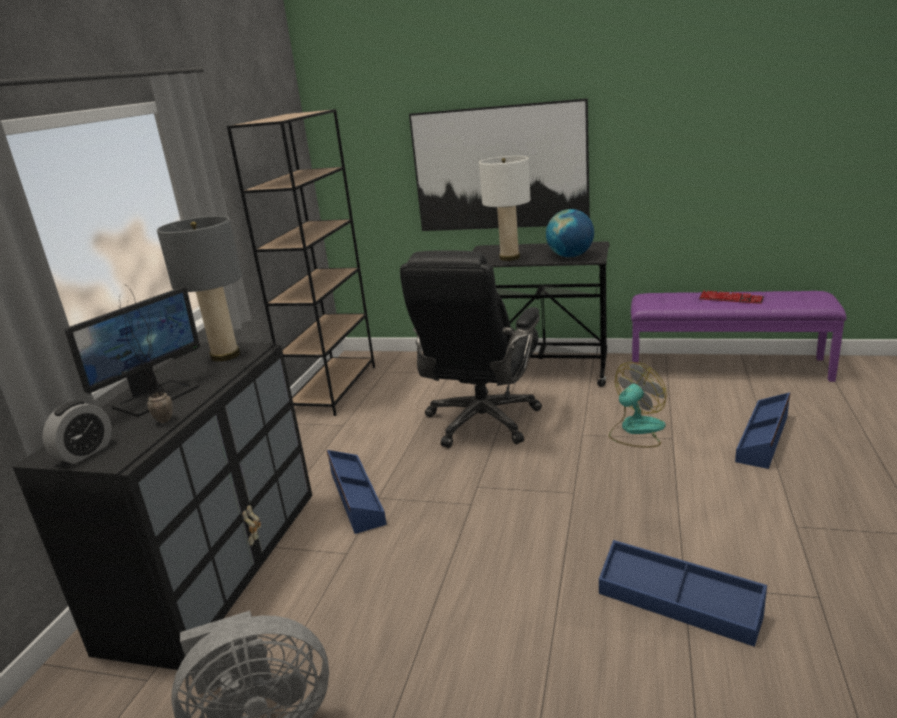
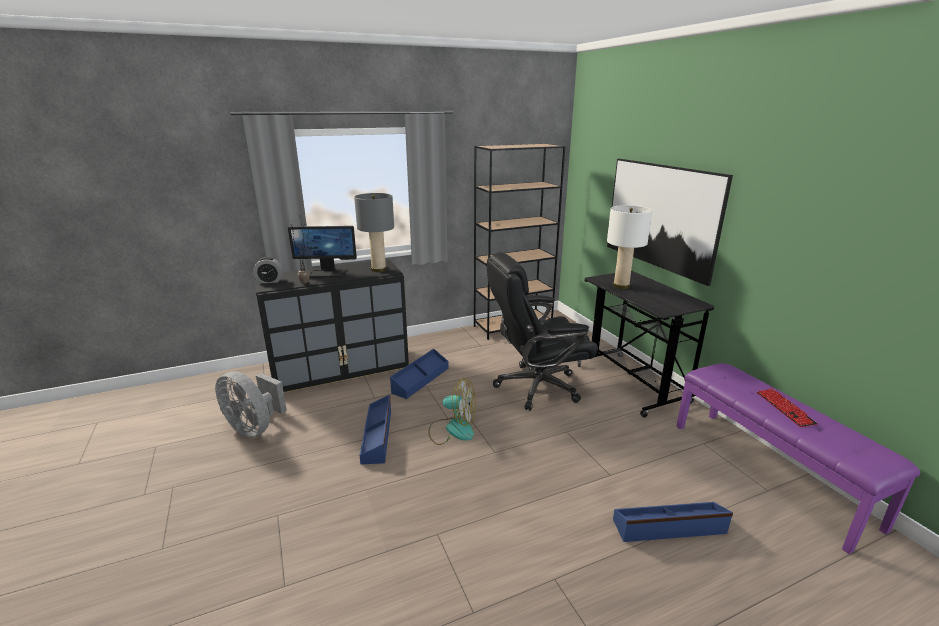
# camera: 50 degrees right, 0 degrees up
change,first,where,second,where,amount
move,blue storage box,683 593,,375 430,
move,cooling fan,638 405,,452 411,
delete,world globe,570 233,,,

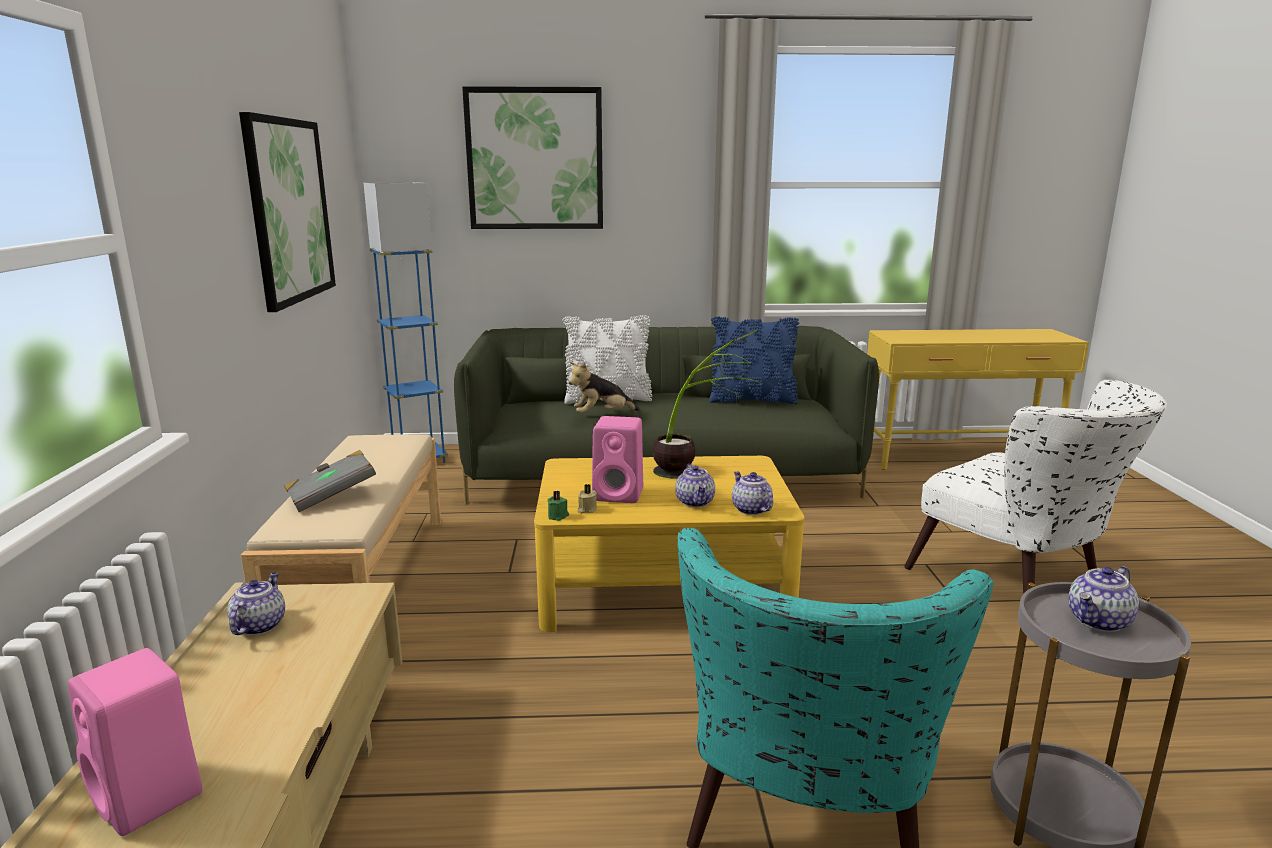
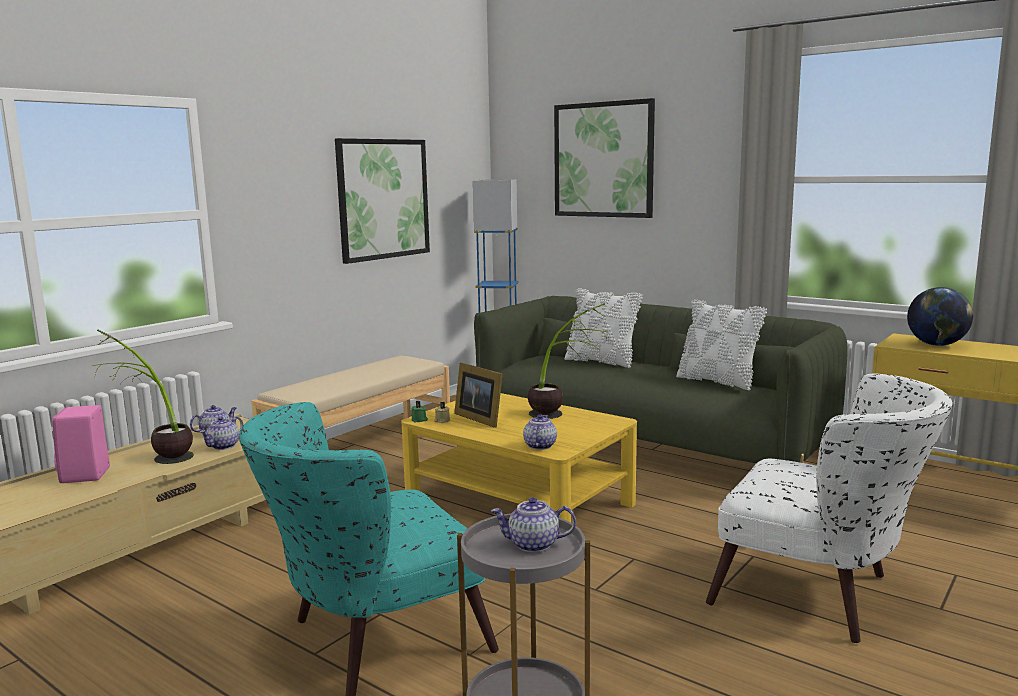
# camera: 40 degrees right, 5 degrees down
change,first,where,second,where,amount
insert,,,potted plant,143 397,
move,tea pot,695 485,,221 433,
replace,pink-coloured loudspeaker,617 459,photo frame,478 395,
recolor,blue cushion,754 360,white-coloured cushion,721 345,
rotate,white-coloured lounge chair,1035 487,,829 508,60 degrees counterclockwise
insert,,,world globe,940 316,
delete,gray bound book,330 481,,,
delete,cuddly toy,604 387,,,

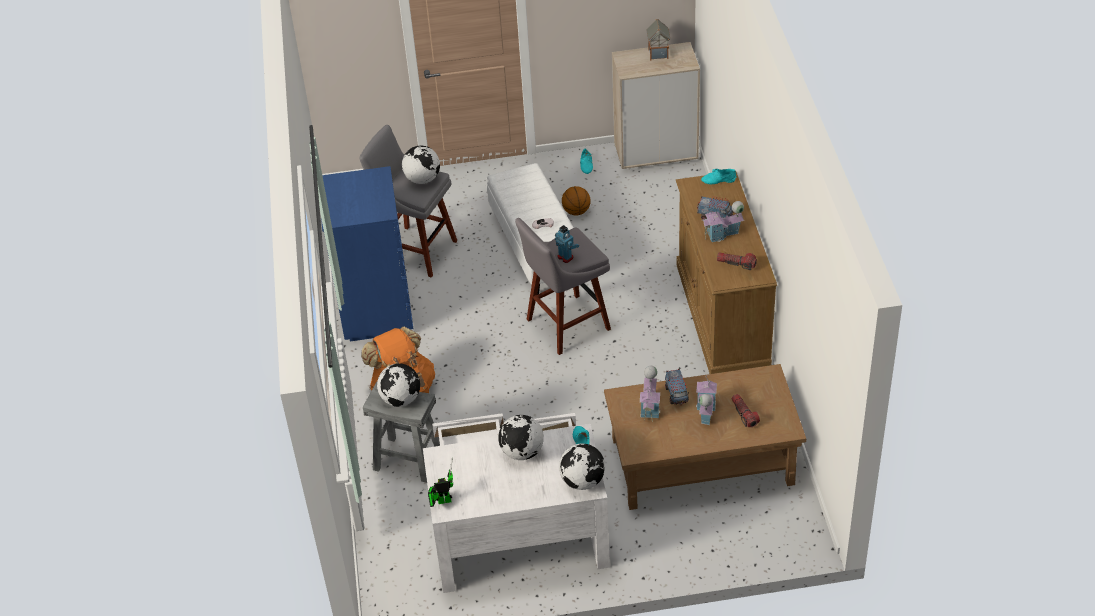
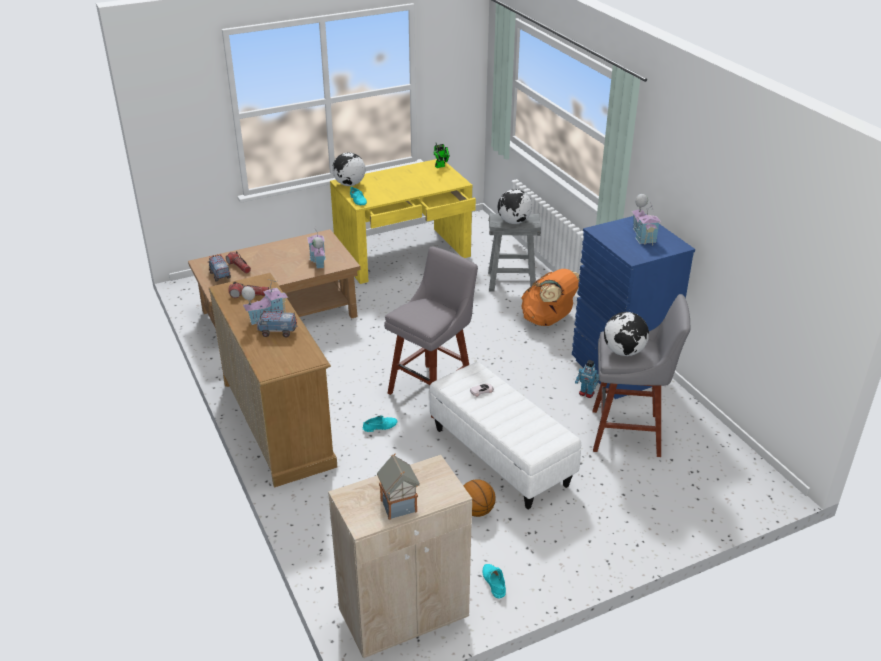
# camera: 160 degrees right, 10 degrees down
change,first,where,second,where,amount
move,toy truck,677 387,,219 267,
recolor,white-coloured desk unit,516 503,yellowish desk unit,403 221,
move,turquoise-coloured low shoe,718 176,,380 423,
move,toy robot,567 244,,587 379,
move,toy house,706 400,,646 220,
delete,world globe,521 437,,,

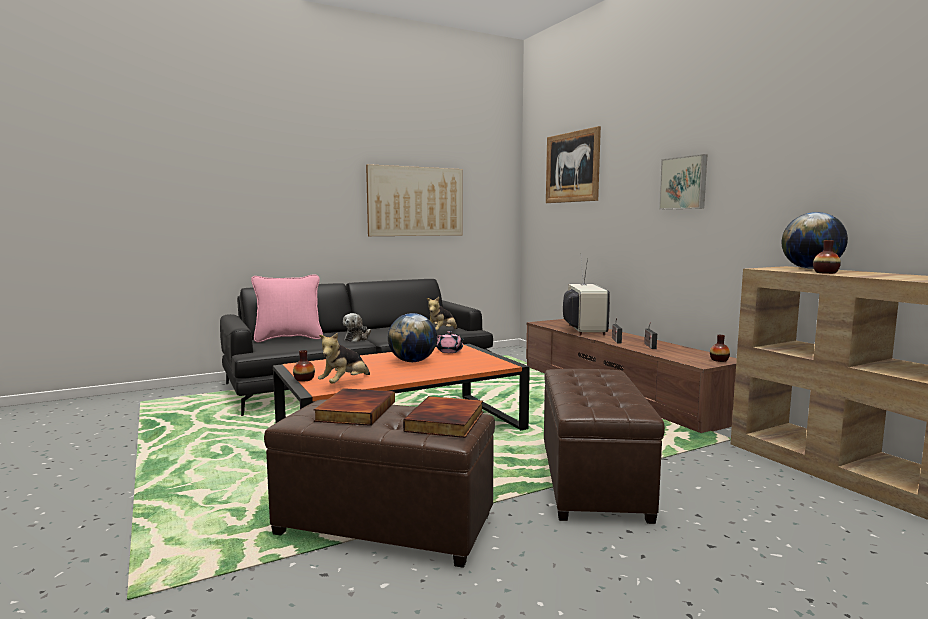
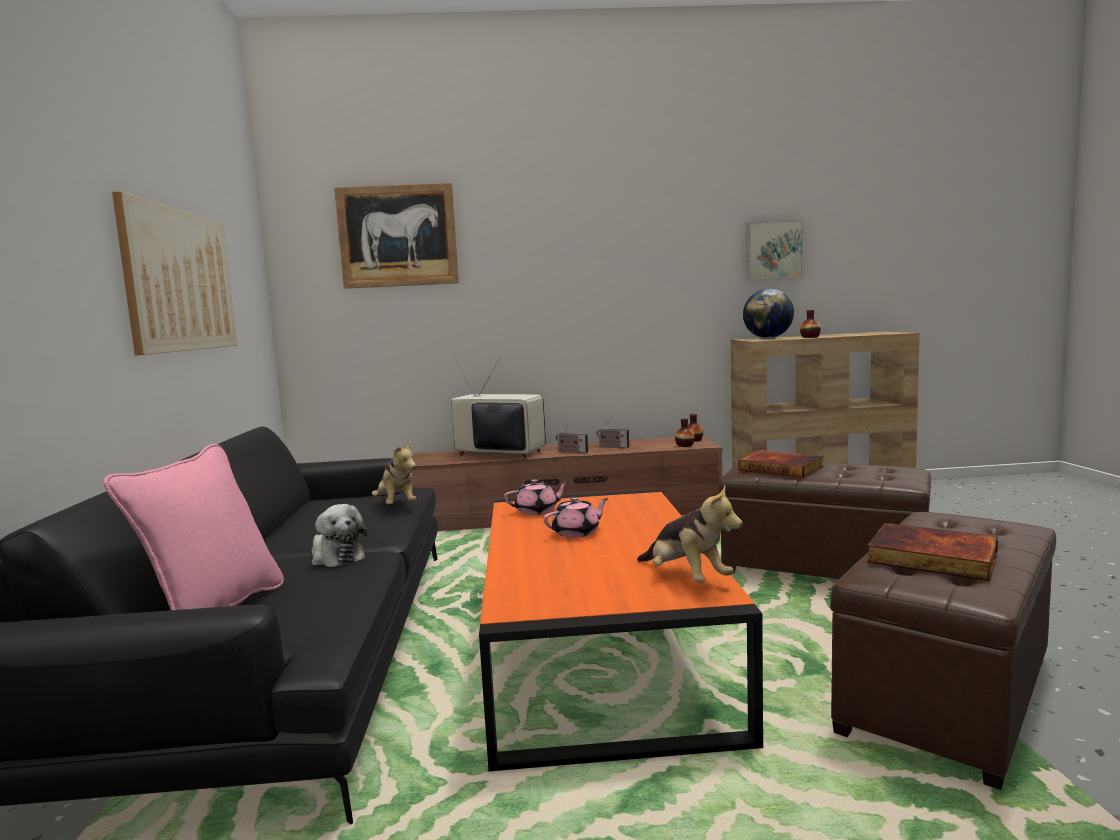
# camera: 65 degrees left, 0 degrees up
change,first,where,second,where,amount
replace,world globe,412 337,pink-coloured tea pot,576 517,
move,flower vase,304 366,,685 433,
move,bound book,443 417,,781 464,
move,wall art,683 182,,775 250,

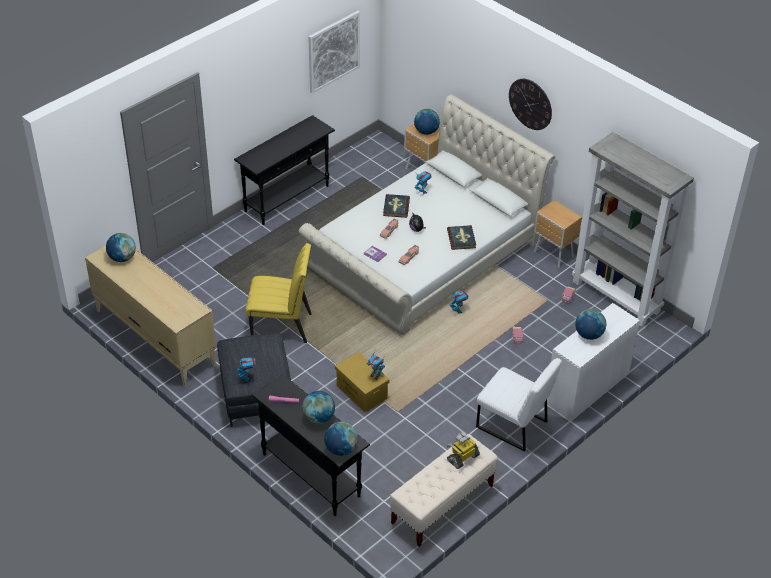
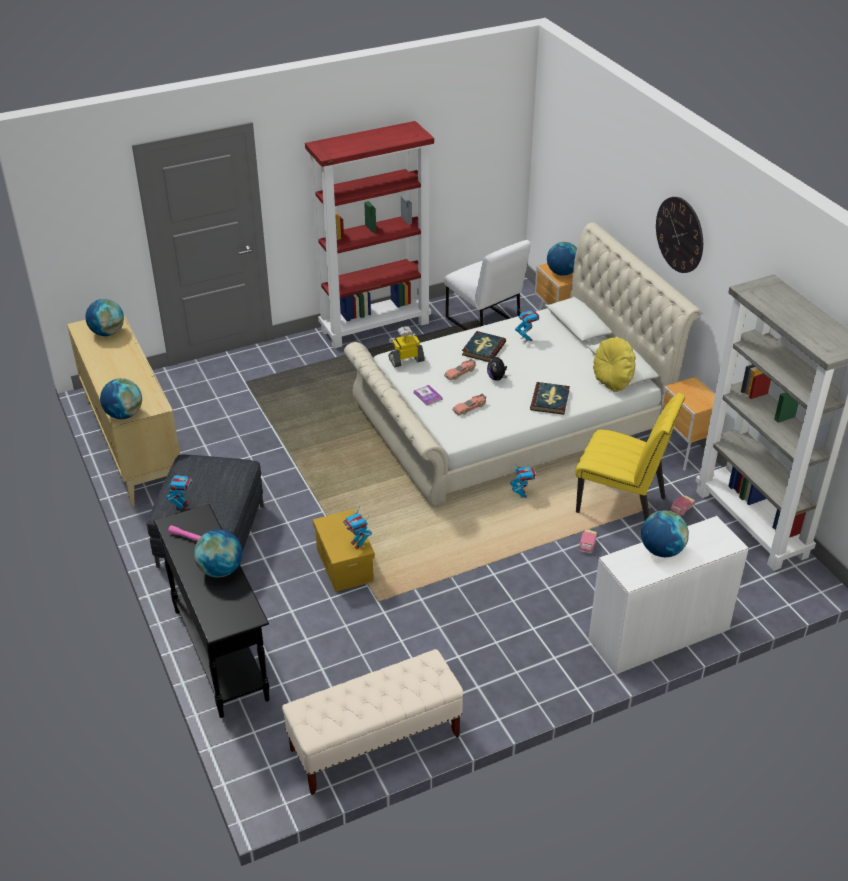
# camera: 20 degrees right, 5 degrees down
change,first,where,second,where,amount
move,world globe,341 439,,121 398,
replace,blackish narrow table,284 170,red-coloured bookshelf,369 234,
move,toy robot,463 450,,407 346,
move,white-coloured plain chair,519 404,,487 285,
move,yellowish plain chair,279 293,,630 456,
insert,,,yellowish cushion,614 364,
delete,wall art,334 52,,,

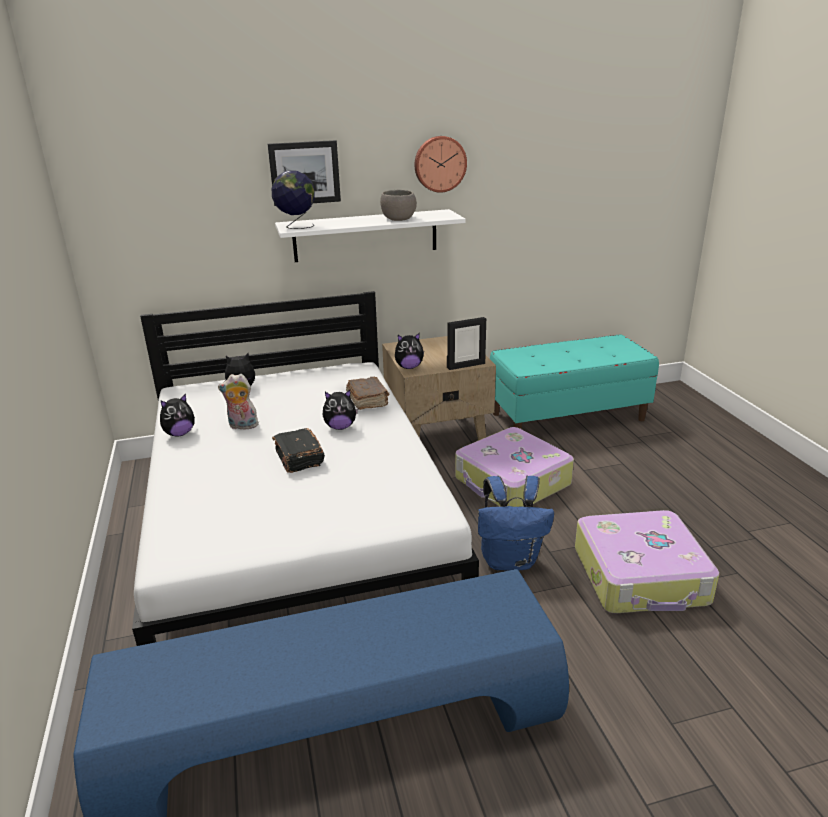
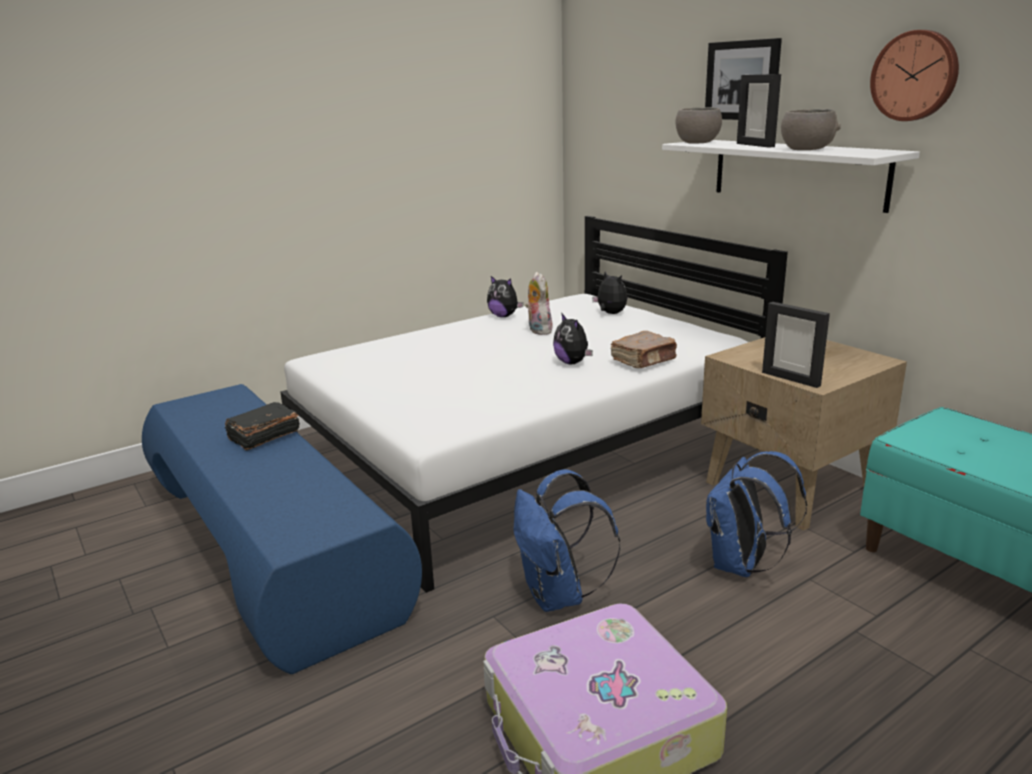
# camera: 70 degrees right, 5 degrees down
change,first,where,second,where,amount
move,blackish bound book,298 450,,262 426,
replace,world globe,293 200,gray deep dish,698 125,
replace,piece of luggage,514 467,blue knapsack,756 514,
insert,,,photo frame,759 110,
delete,cuddly toy,409 351,,,

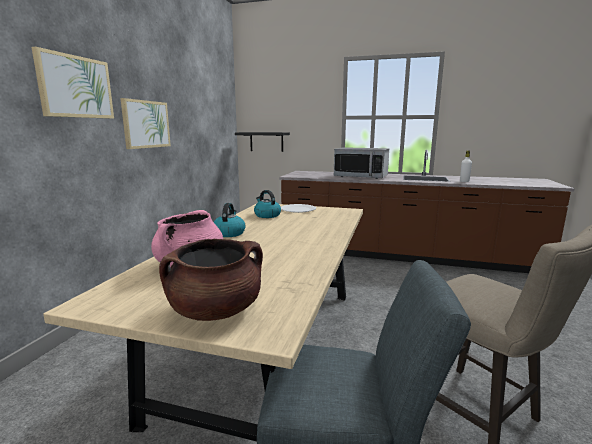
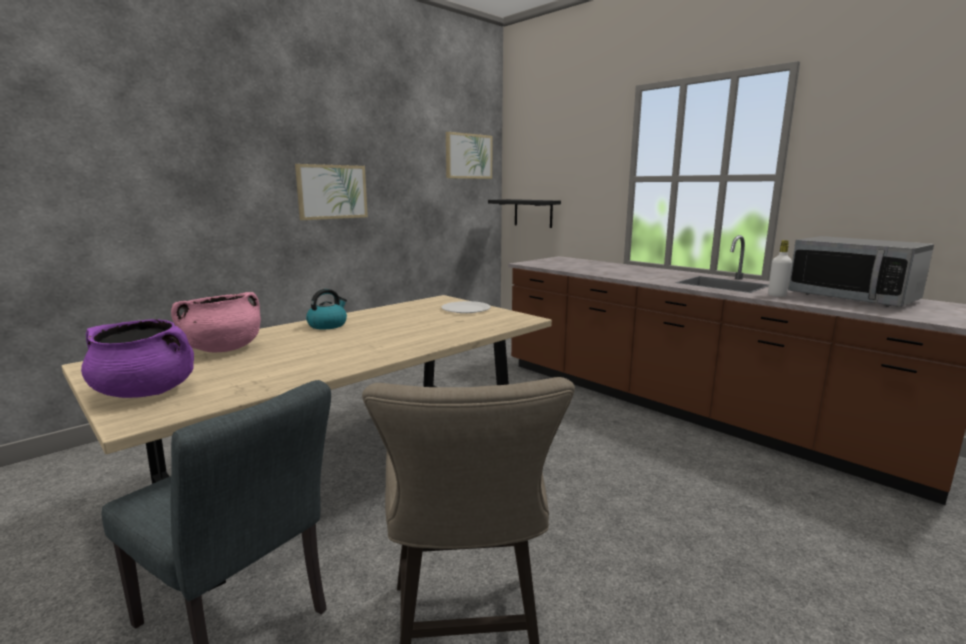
# camera: 30 degrees right, 0 degrees up
change,first,where,second,where,amount
recolor,brown-coloured saucepot,211 280,purplish saucepot,137 358,
move,wall art,73 83,,469 155,
move,microwave oven,361 163,,861 271,
delete,kettle,267 204,,,

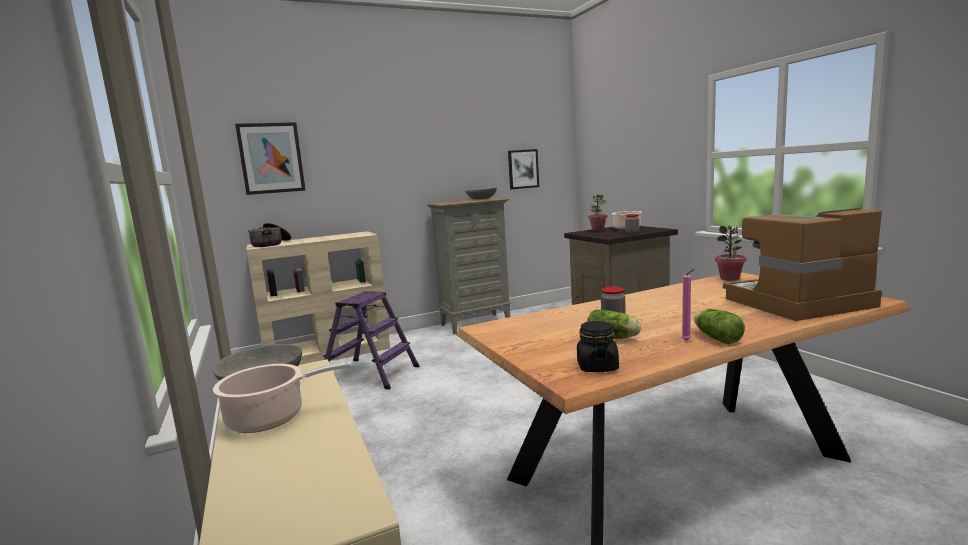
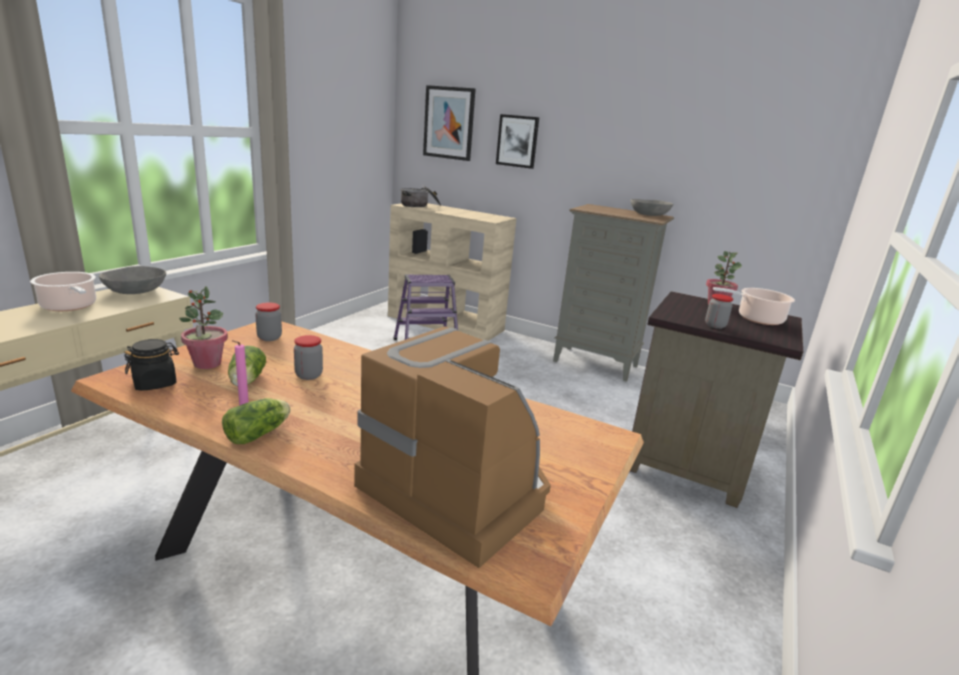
# camera: 50 degrees right, 10 degrees up
change,first,where,second,where,amount
move,potted plant,730 253,,203 327,
insert,,,jar,268 321,
move,wall art,523 169,,517 141,

